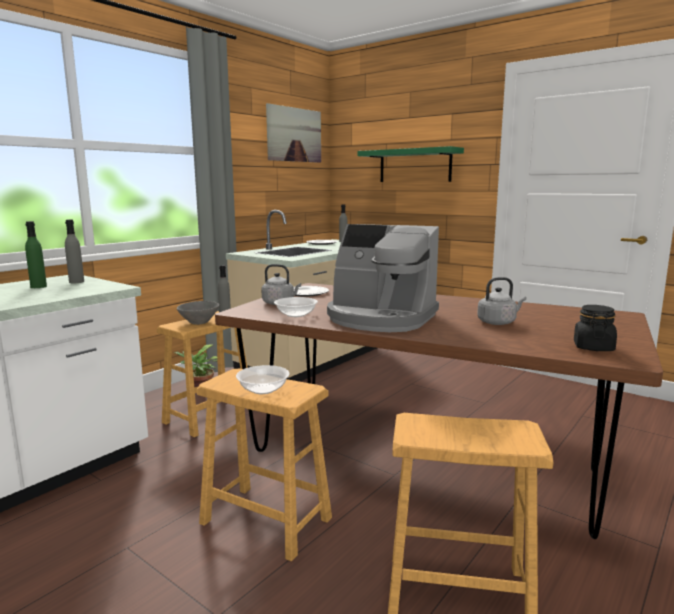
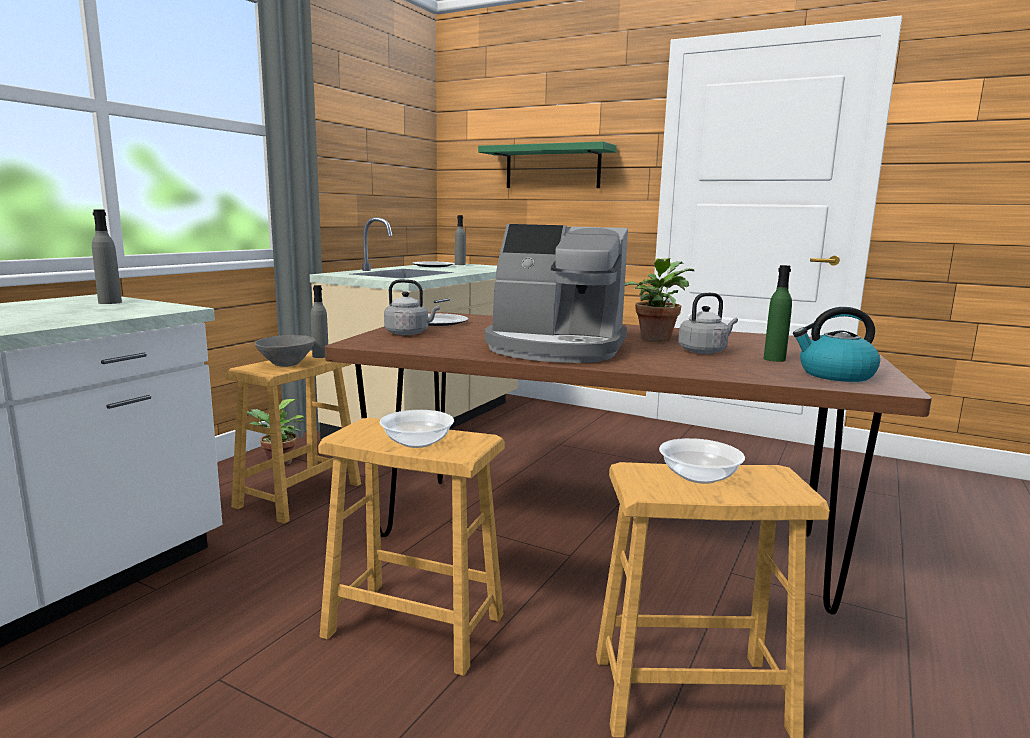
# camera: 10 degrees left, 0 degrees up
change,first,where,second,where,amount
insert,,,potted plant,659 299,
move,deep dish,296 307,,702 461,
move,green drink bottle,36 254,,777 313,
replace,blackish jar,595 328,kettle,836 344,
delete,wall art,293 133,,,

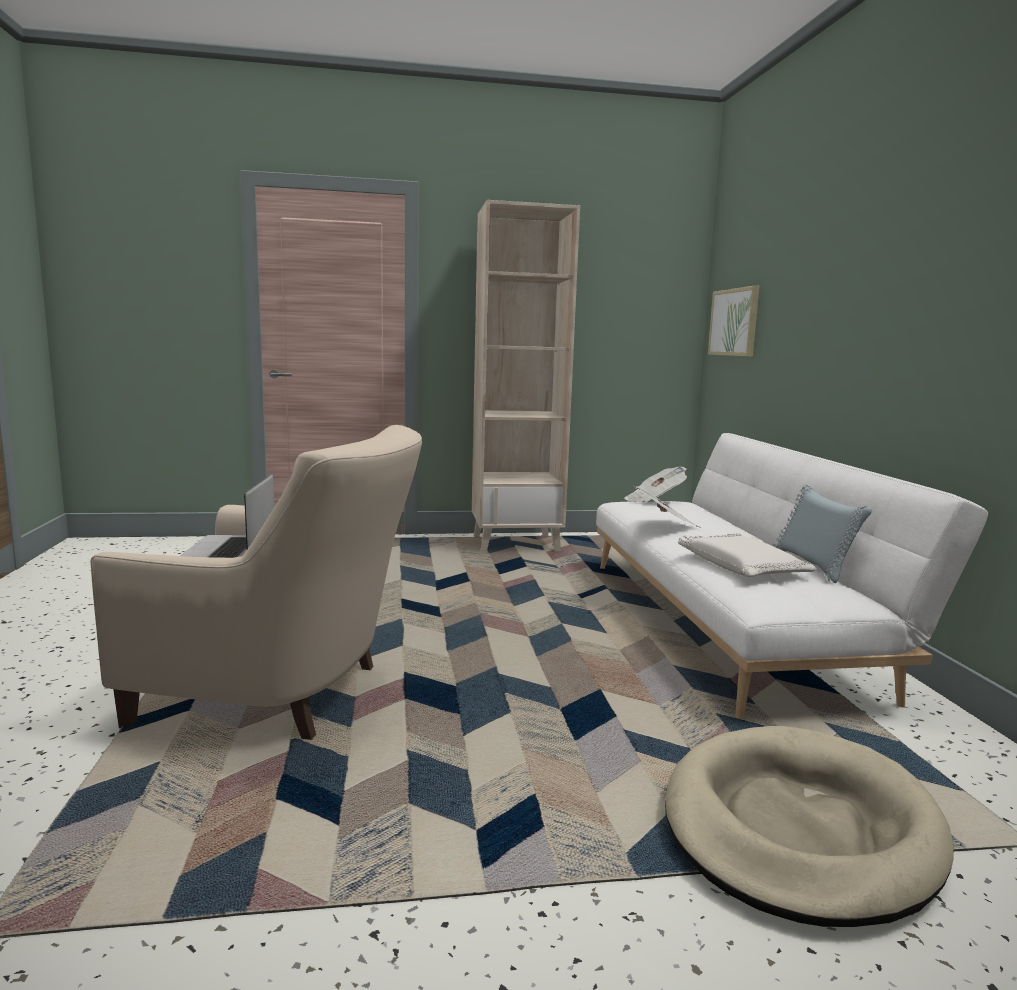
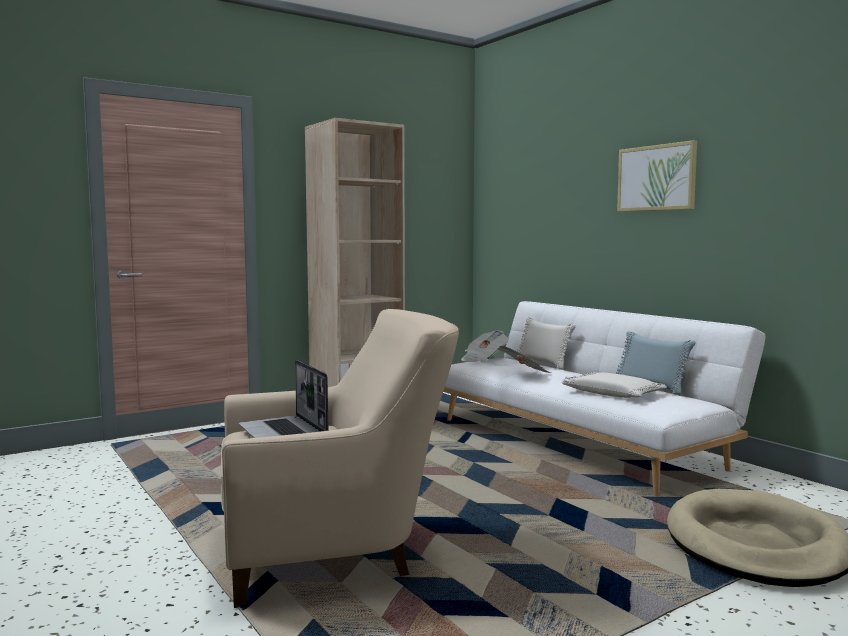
# camera: 25 degrees left, 5 degrees down
change,first,where,second,where,amount
insert,,,white-coloured cushion,545 343,
move,wall art,733 321,,657 176,

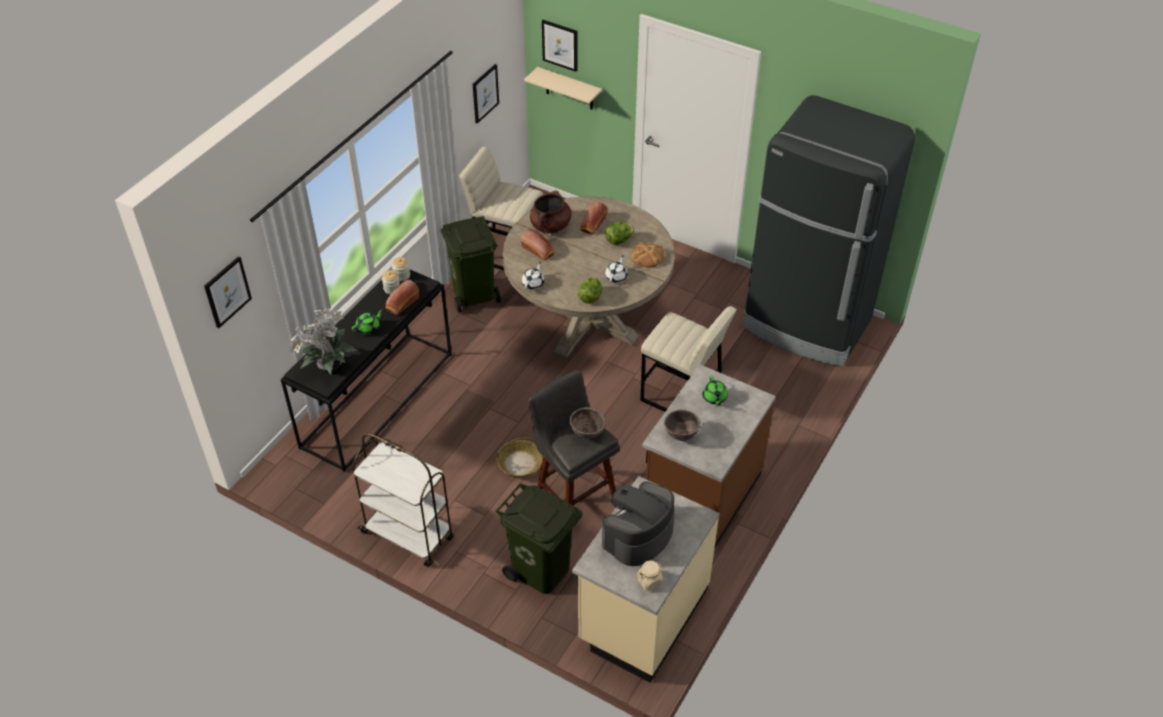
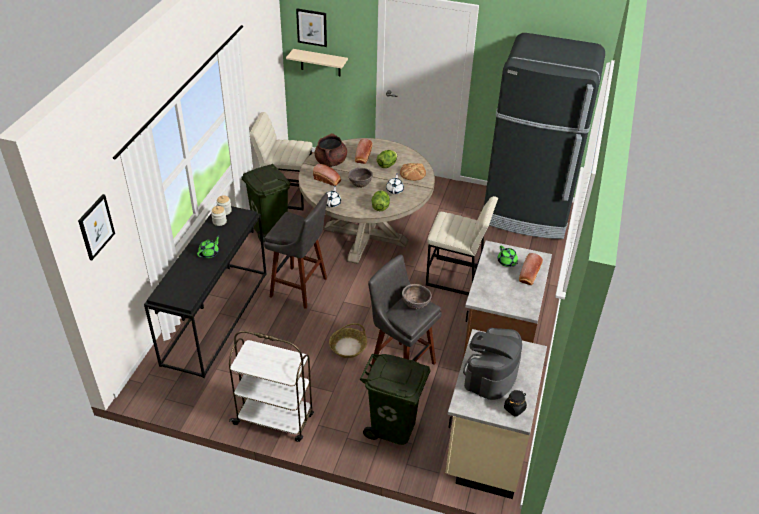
# camera: 15 degrees left, 5 degrees down
change,first,where,second,where,amount
insert,,,gray stool seat,296 251,
move,brown-coloured deep dish,682 425,,360 178,
recolor,beige jar,650 576,blackish jar,515 403,
move,bread,402 297,,531 269,
delete,potted plant,323 340,,,
delete,wall art,486 94,,,

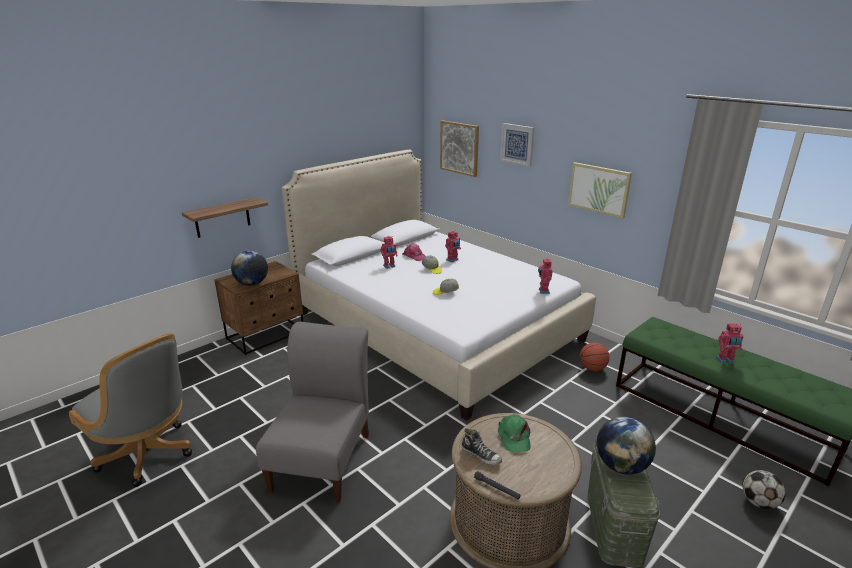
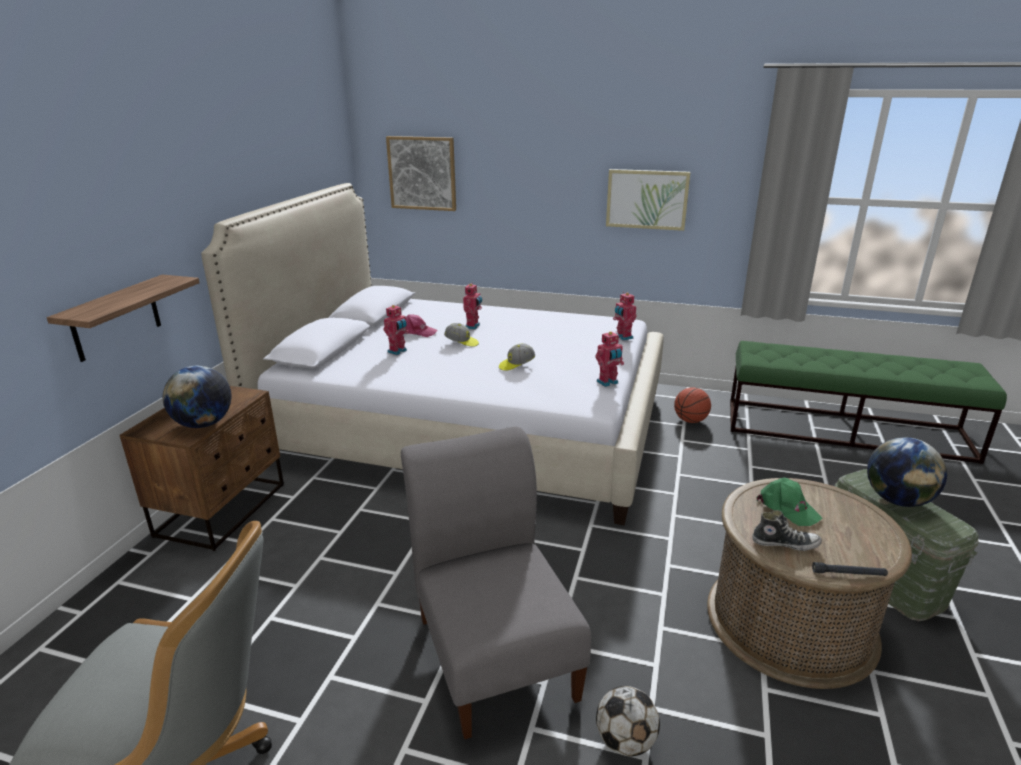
# camera: 30 degrees left, 0 degrees up
change,first,where,second,where,amount
move,toy robot,730 343,,609 359,
move,ball for football,764 489,,628 721,
delete,wall art,517 145,,,

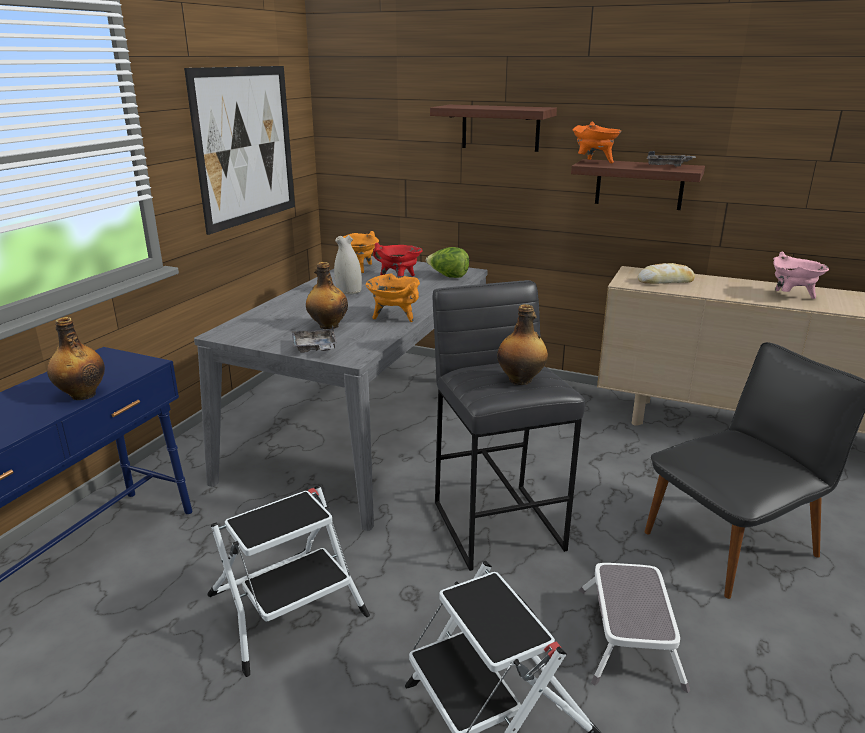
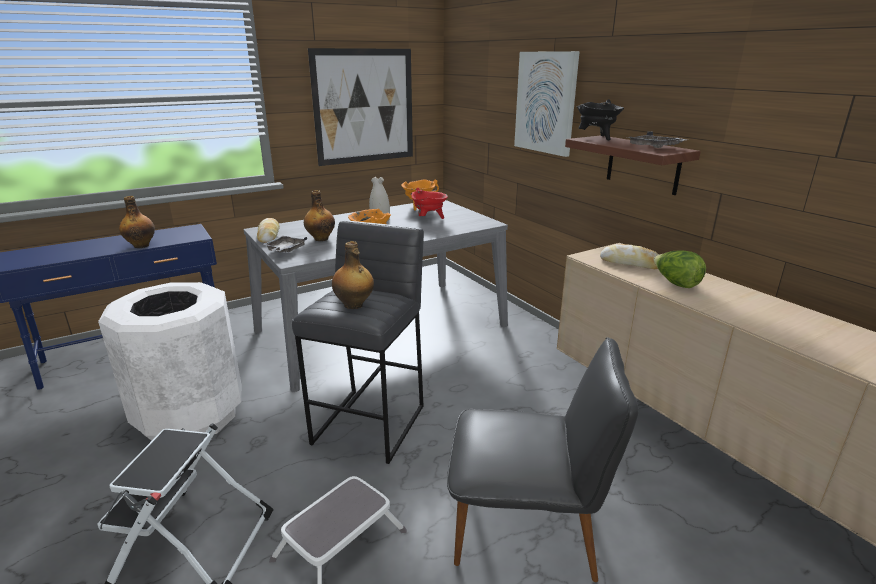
# camera: 35 degrees right, 0 degrees up
change,first,where,second,where,amount
replace,step stool,288 581,white-coloured waste bin,169 361,
insert,,,bread,268 230,
replace,wall shelf,493 128,wall art,547 104,
recolor,orange saucepot,596 142,blackish saucepot,600 120,
move,lettuce head,447 262,,680 269,
delete,pink-coloured saucepot,801 275,,,

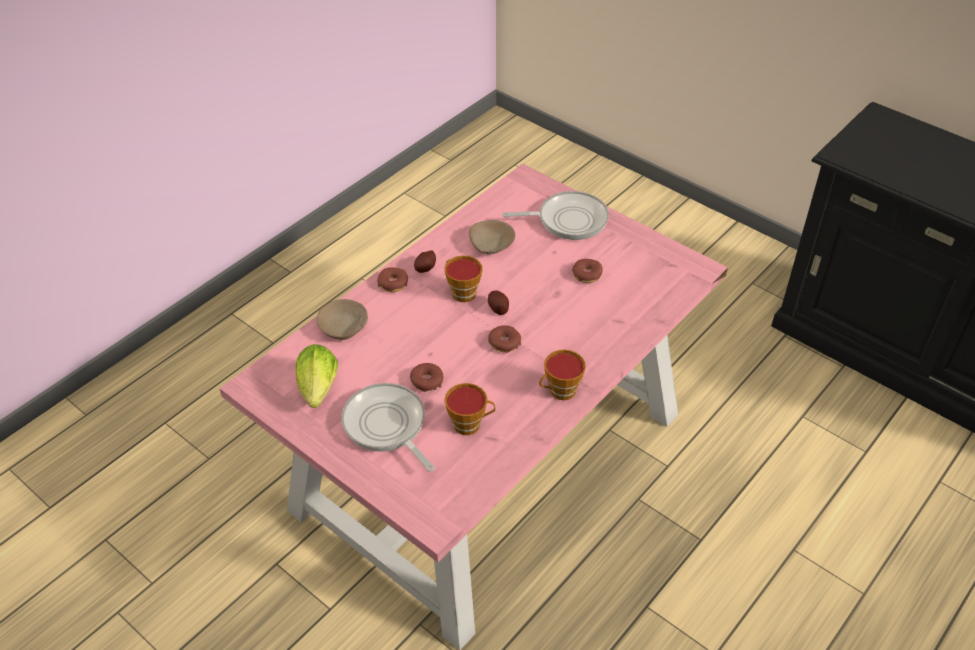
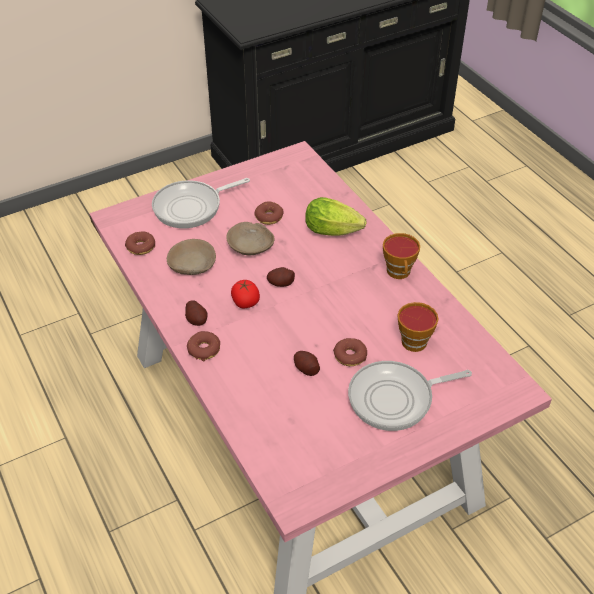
# camera: 70 degrees left, 0 degrees up
change,first,where,second,where,amount
move,doughnut,504 339,,140 243,
rotate,pan,555 215,,201 203,135 degrees counterclockwise
move,beige deep dish,342 319,,250 238,
replace,cup,463 279,whole tomato,245 293,
insert,,,spud,307 363,
move,lettuce head,317 376,,335 216,

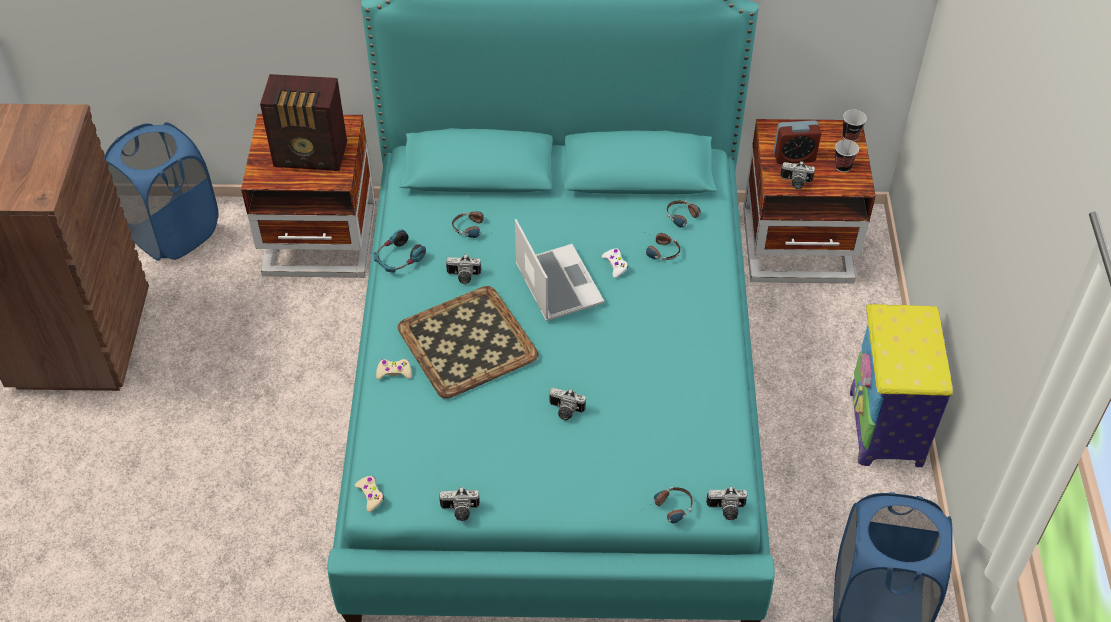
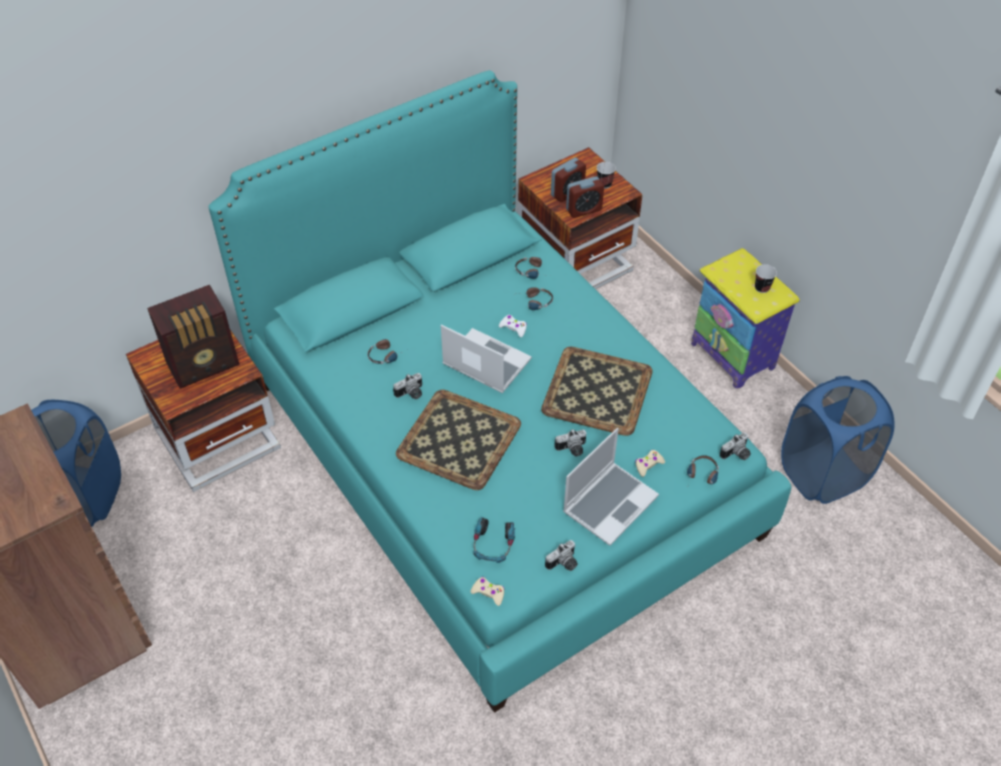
# camera: 35 degrees left, 0 degrees up
change,first,where,second,where,amount
move,headset,400 251,,494 540,
insert,,,tray,597 391,
insert,,,laptop,611 487,
replace,photo camera,797 175,table clock,585 197,
move,beige gamepad,394 369,,650 463,
move,cup,855 125,,766 278,

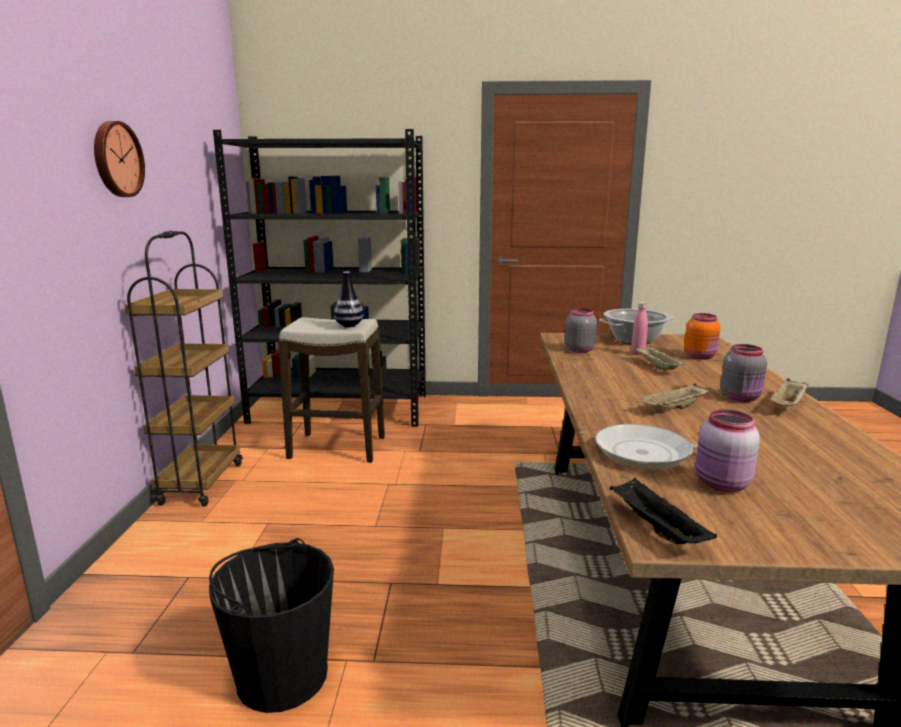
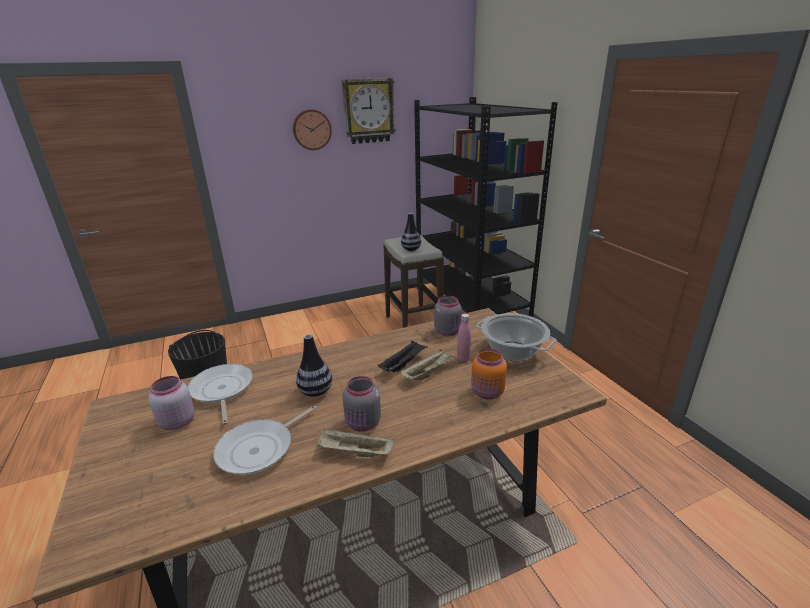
# camera: 65 degrees right, 10 degrees up
change,first,where,second,where,amount
insert,,,pan,265 440,
replace,beige tray,674 396,flower vase,314 365,
insert,,,clock on the wall,369 111,
move,blackish tray,663 511,,403 356,
delete,brown-coloured wheeled cart,184 368,,,

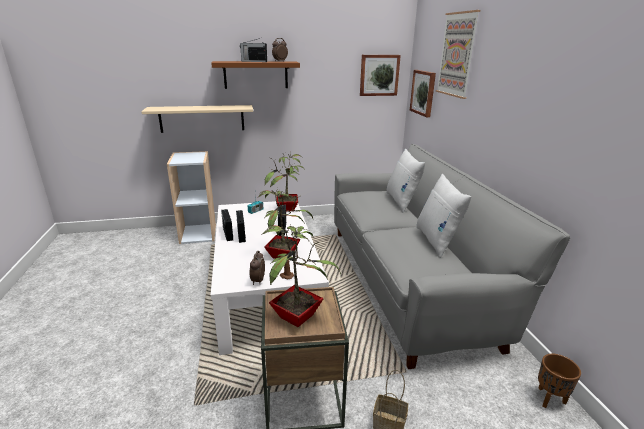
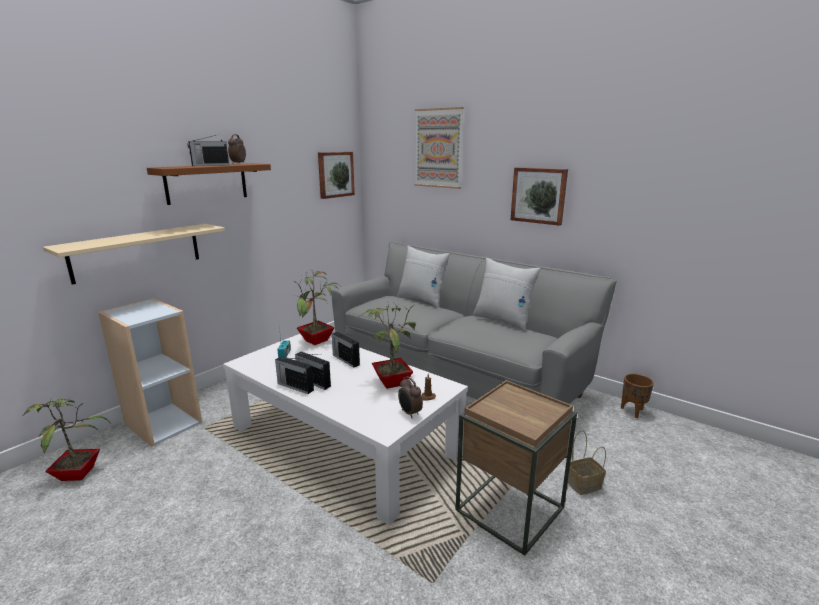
# camera: 40 degrees left, 5 degrees down
change,first,where,second,where,amount
move,potted plant,301 276,,66 439,
move,wall art,423 93,,539 196,

